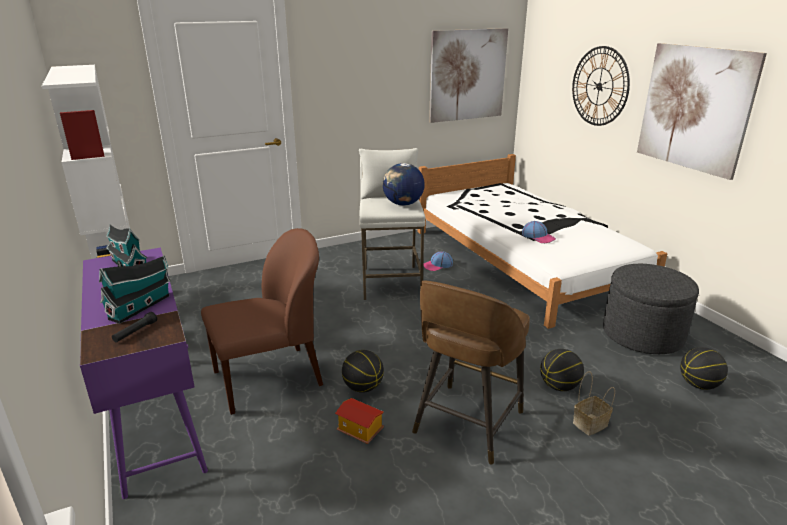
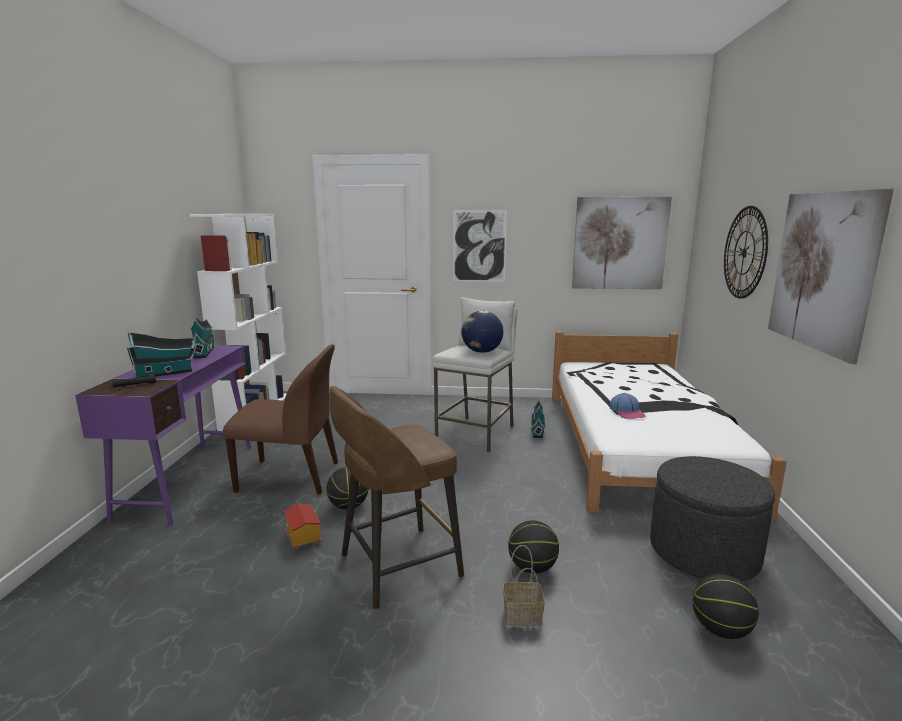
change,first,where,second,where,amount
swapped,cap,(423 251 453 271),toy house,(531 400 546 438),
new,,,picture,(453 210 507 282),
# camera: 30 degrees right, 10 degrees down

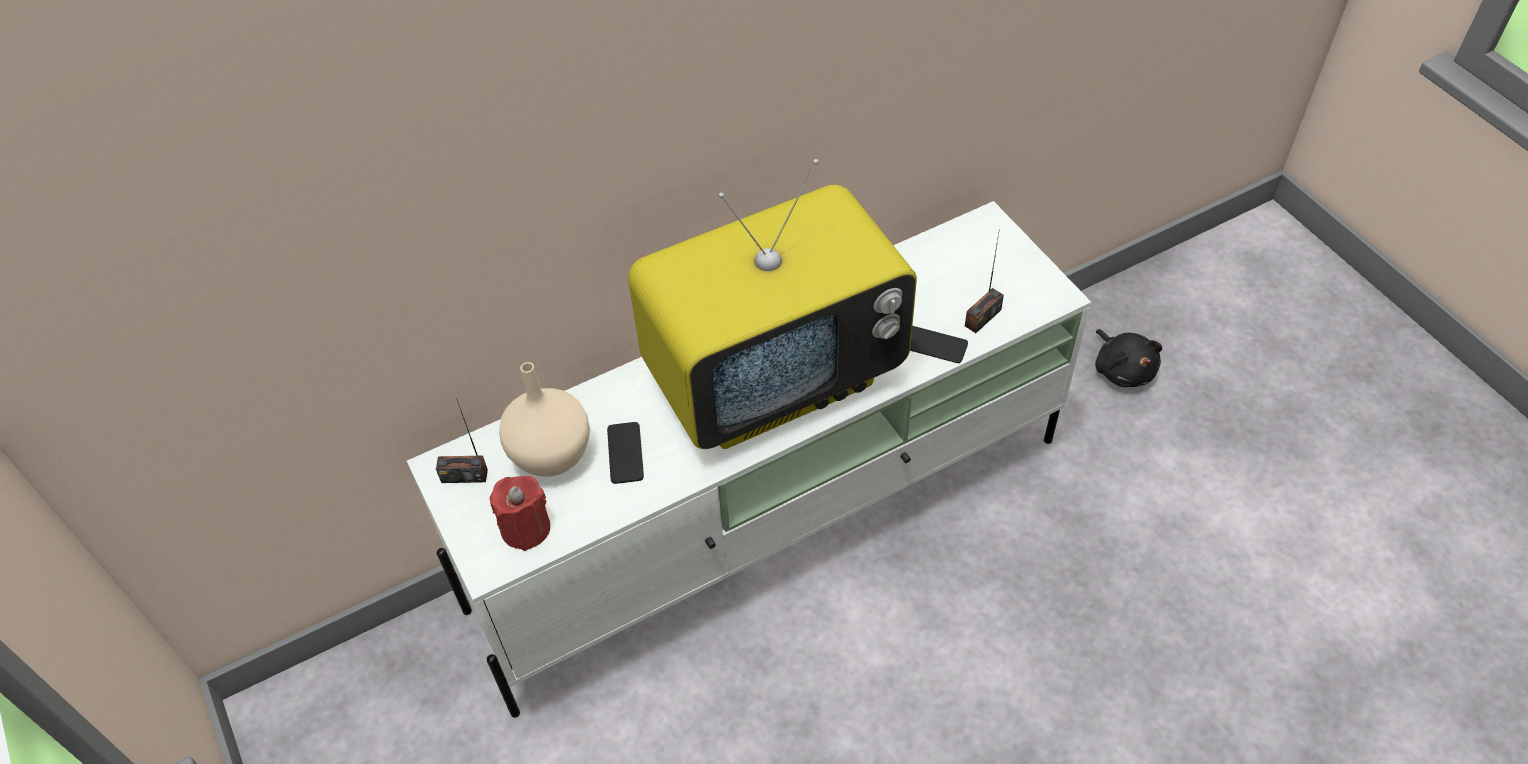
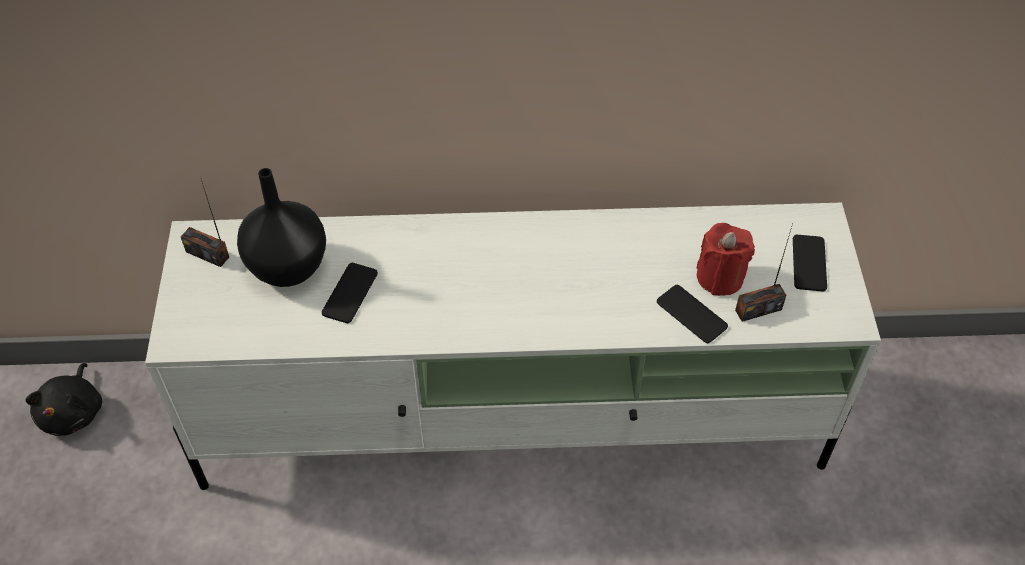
change,first,where,second,where,amount
gone,television,(628 159 917 449),,,
shifted,black plush toy,(1095 329 1162 387),,(26 363 102 436),
repainted,beige vase,(499 362 590 477),black vase,(237 168 326 287),
shifted,red candle,(489 476 550 551),,(697 223 755 296),
new,,,phone,(793 235 827 291),
# camera: 25 degrees right, 0 degrees up

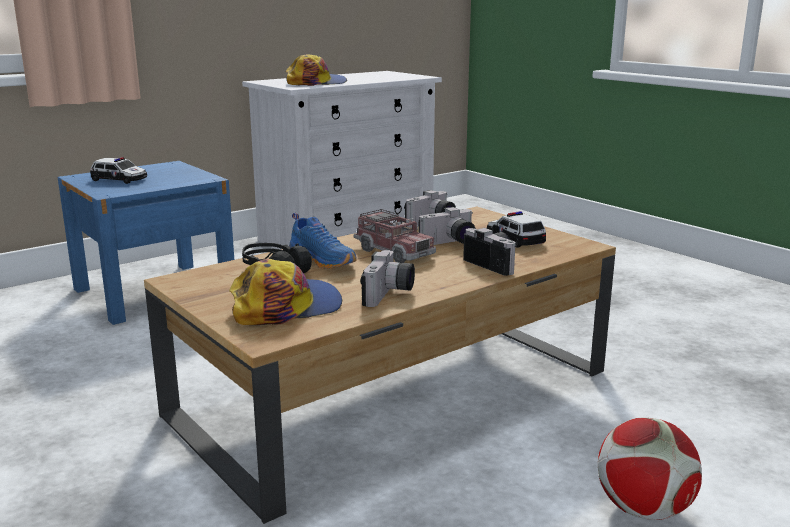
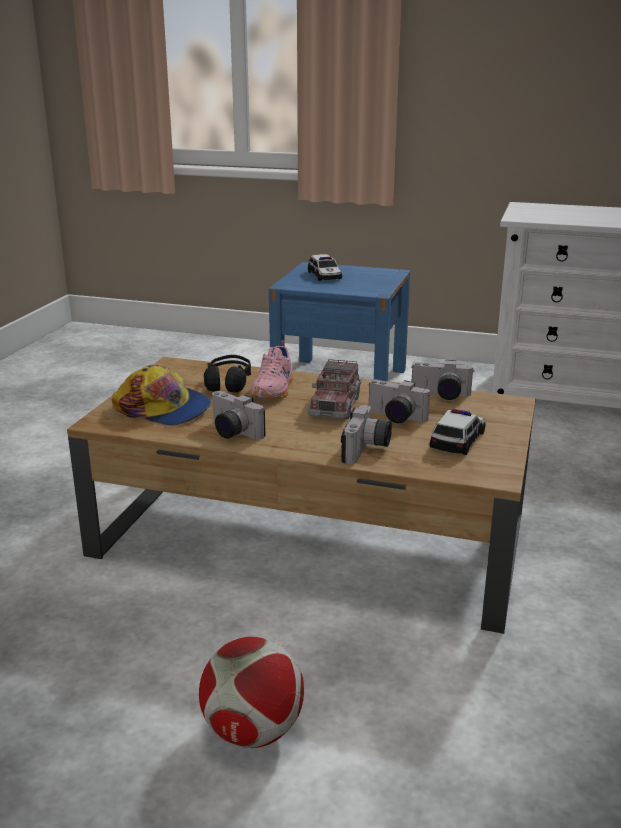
change,first,where,second,where,amount
gone,cap,(285 54 347 86),,,
repainted,blue shoe,(289 213 357 269),pink shoe,(251 340 293 398),
rotated,photo camera,(360 250 415 307),,(211 391 266 440),60 degrees clockwise
# camera: 55 degrees right, 5 degrees up

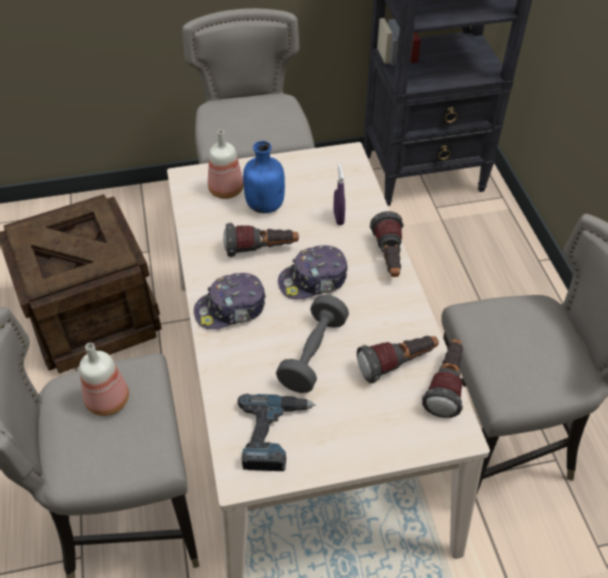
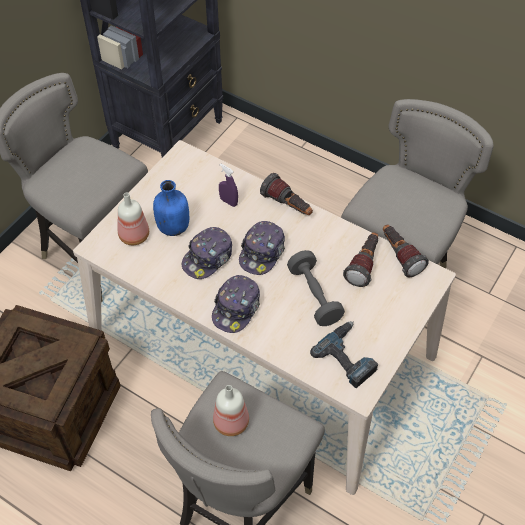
change,first,where,second,where,amount
swapped,flashlight,(223 223 299 257),cap,(182 227 232 279),
# camera: 45 degrees left, 5 degrees up

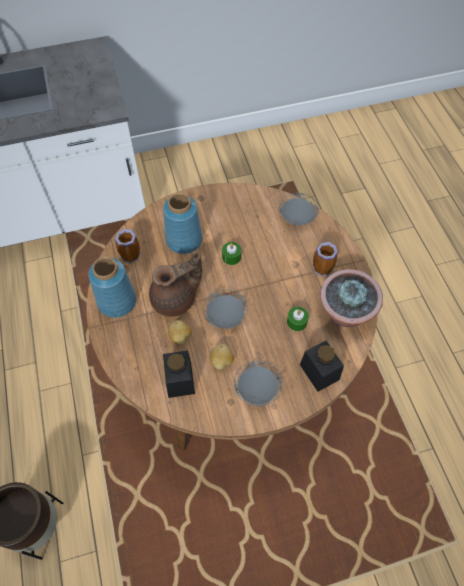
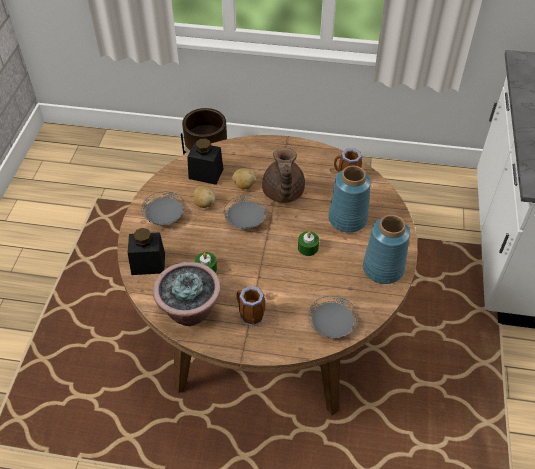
change,first,where,second,where,amount
shifted,blue vase,(88 257 136 318),,(363 215 410 284),
# camera: 115 degrees right, 10 degrees down

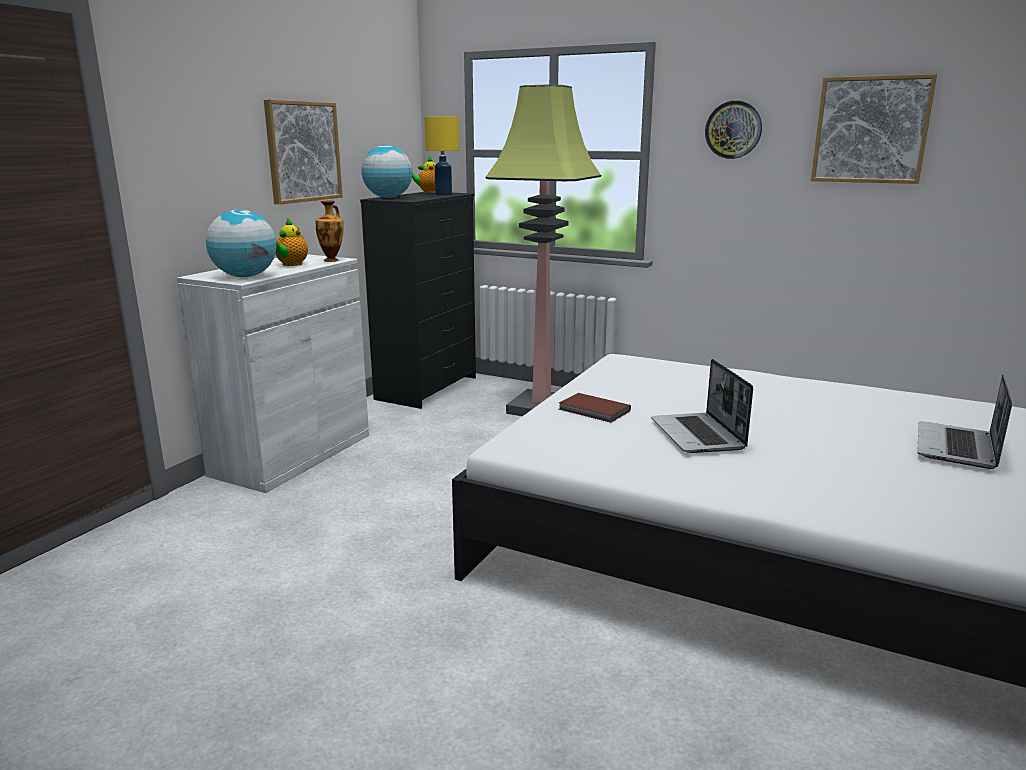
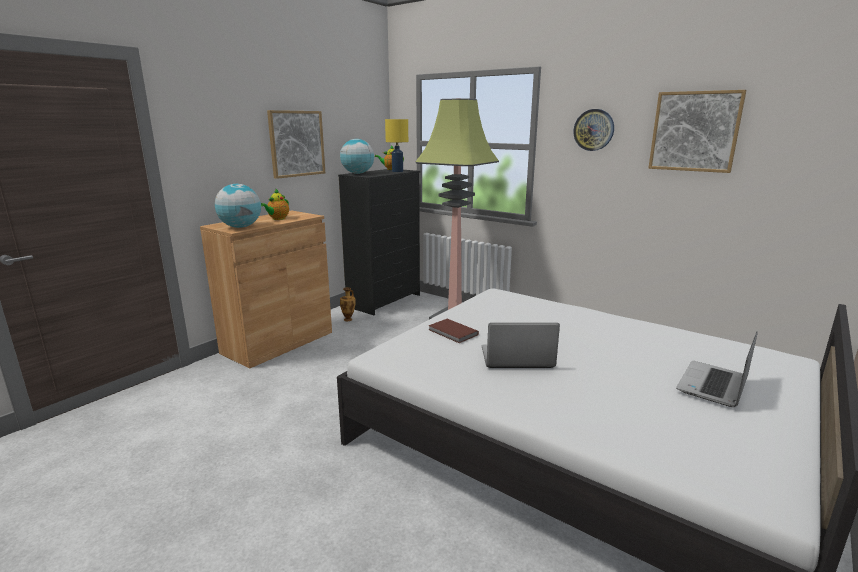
change,first,where,second,where,amount
shifted,vase,(315 200 344 262),,(340 287 356 321),
repainted,white cabinet,(177 254 369 493),brown cabinet,(200 210 332 369),
rotated,laptop,(651 359 753 453),,(482 323 560 368),90 degrees clockwise
# camera: 10 degrees right, 0 degrees up

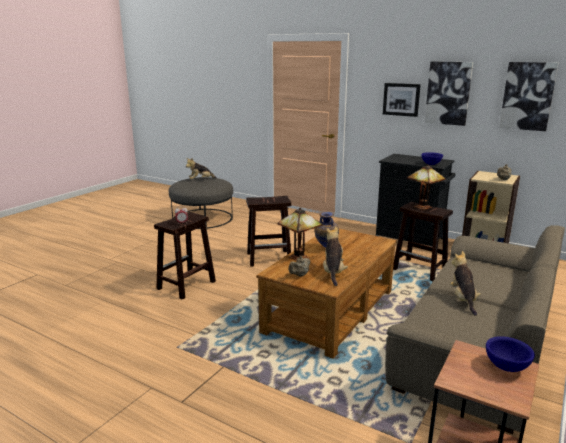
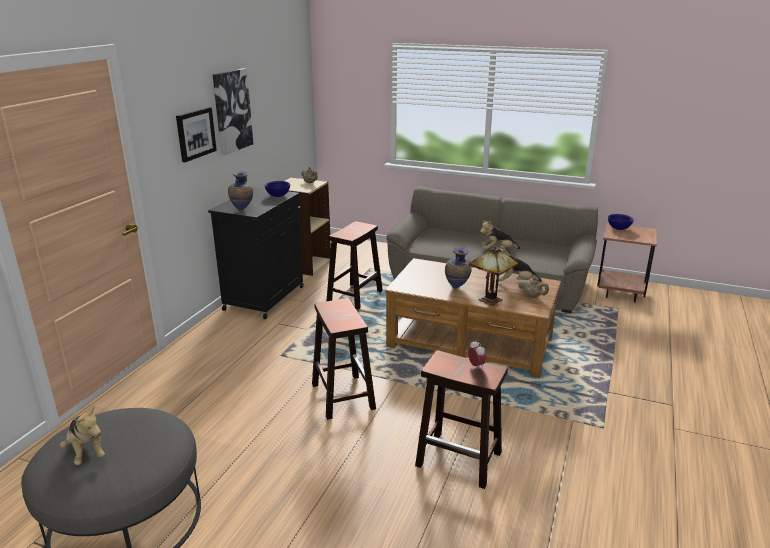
change,first,where,second,where,amount
gone,picture,(499 62 558 131),,,
gone,table lamp,(407 164 446 210),,,
new,,,vase,(228 171 253 211),
# camera: 100 degrees left, 5 degrees up

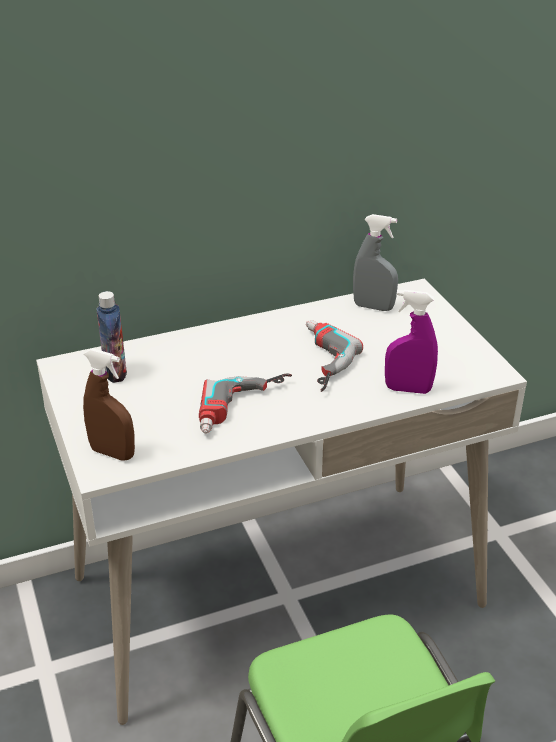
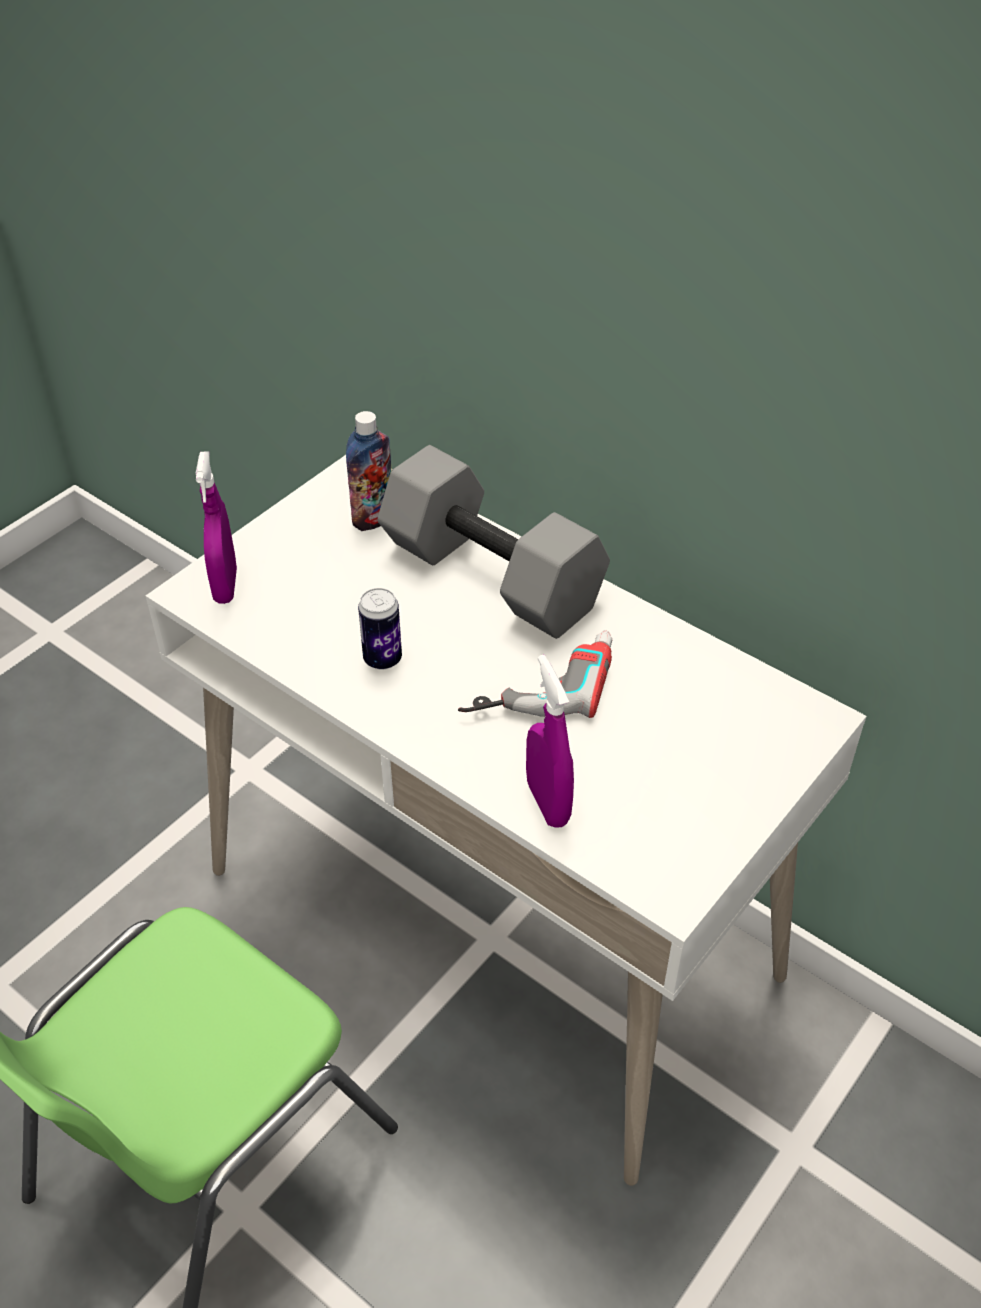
change,first,where,second,where,amount
gone,grey spray bottle,(353 214 398 311),,,
repainted,brown spray bottle,(83 348 135 461),purple spray bottle,(196 451 237 604),
swapped,power drill,(199 374 292 434),can,(358 588 402 670),
new,,,grey dumbbell,(378 445 610 639),
# camera: 60 degrees right, 10 degrees up

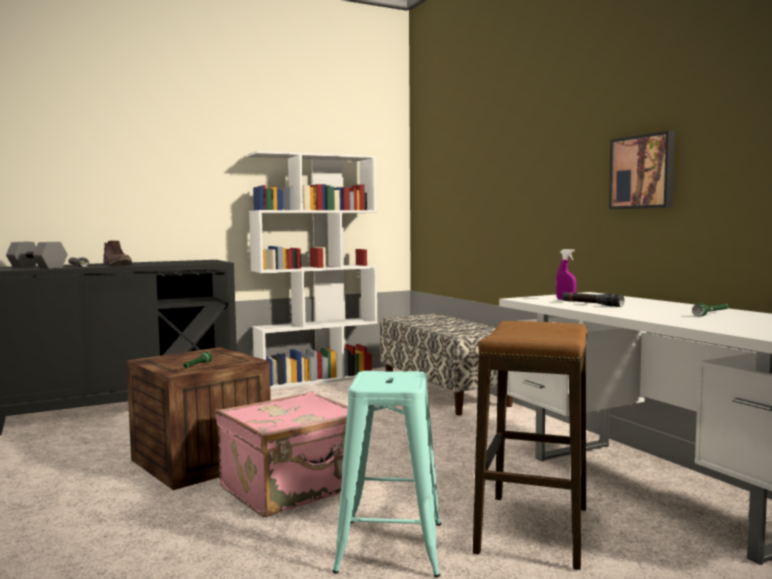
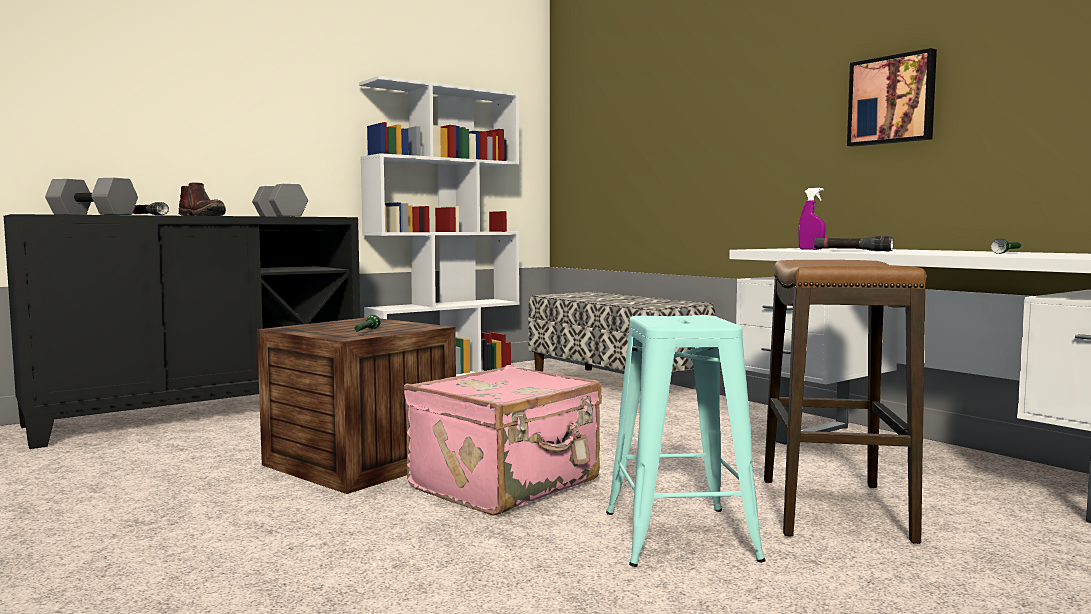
change,first,where,second,where,amount
new,,,grey dumbbell,(252 184 308 217),
# camera: 10 degrees left, 0 degrees up

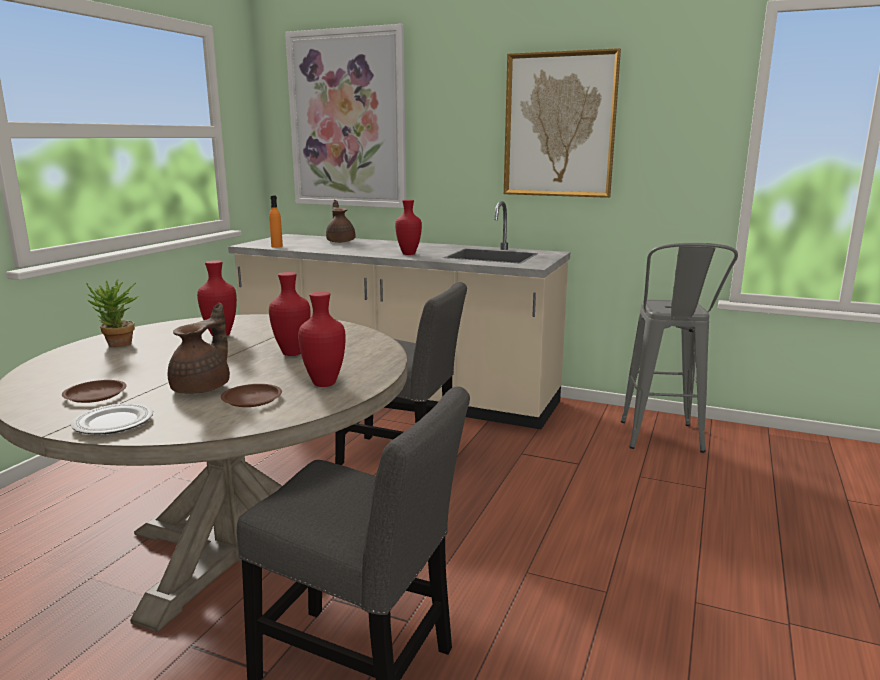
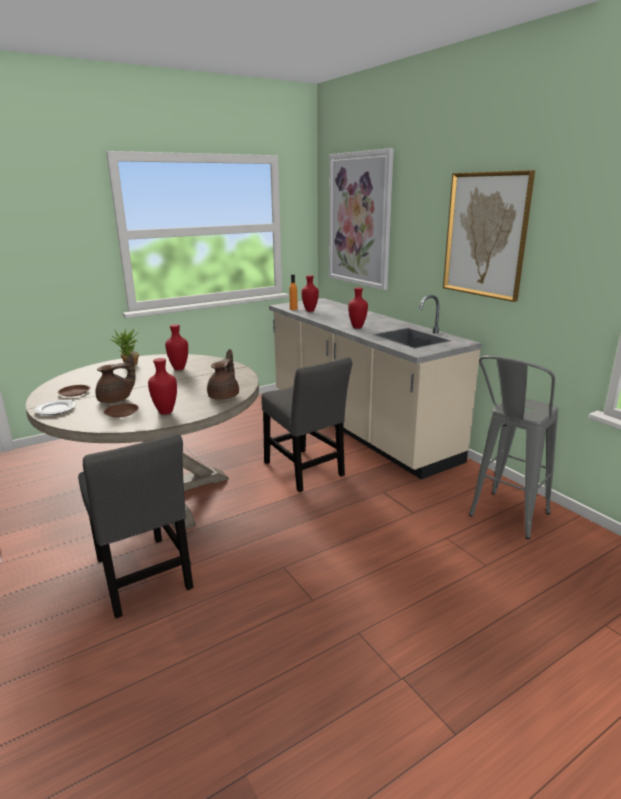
change,first,where,second,where,amount
shifted,brown teapot,(326 200 356 243),,(207 349 239 400),
shifted,red vase,(269 272 310 356),,(301 275 319 312),
# camera: 35 degrees right, 5 degrees up

